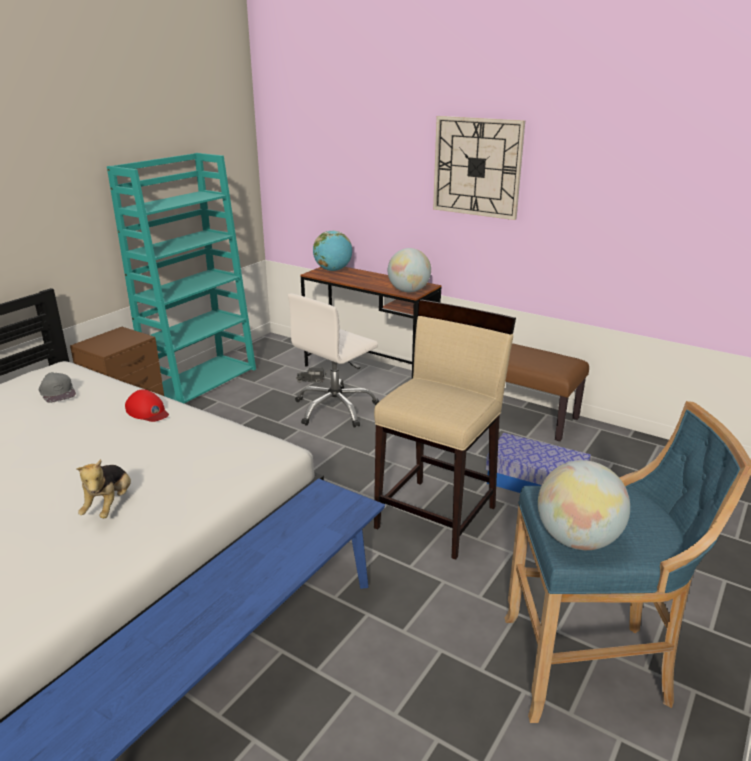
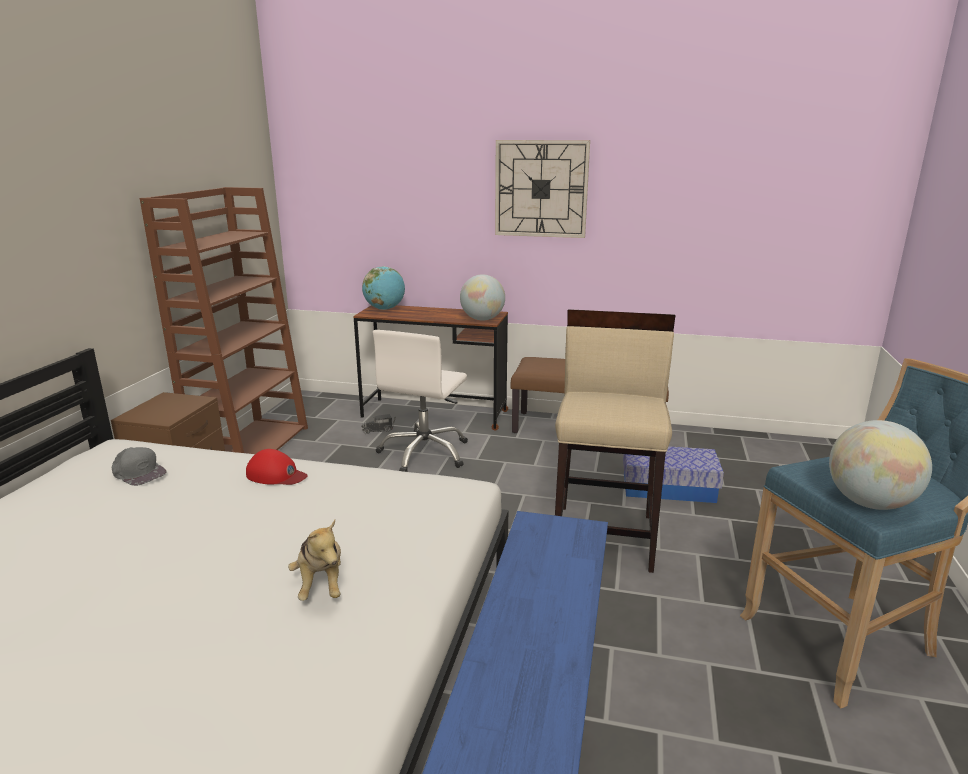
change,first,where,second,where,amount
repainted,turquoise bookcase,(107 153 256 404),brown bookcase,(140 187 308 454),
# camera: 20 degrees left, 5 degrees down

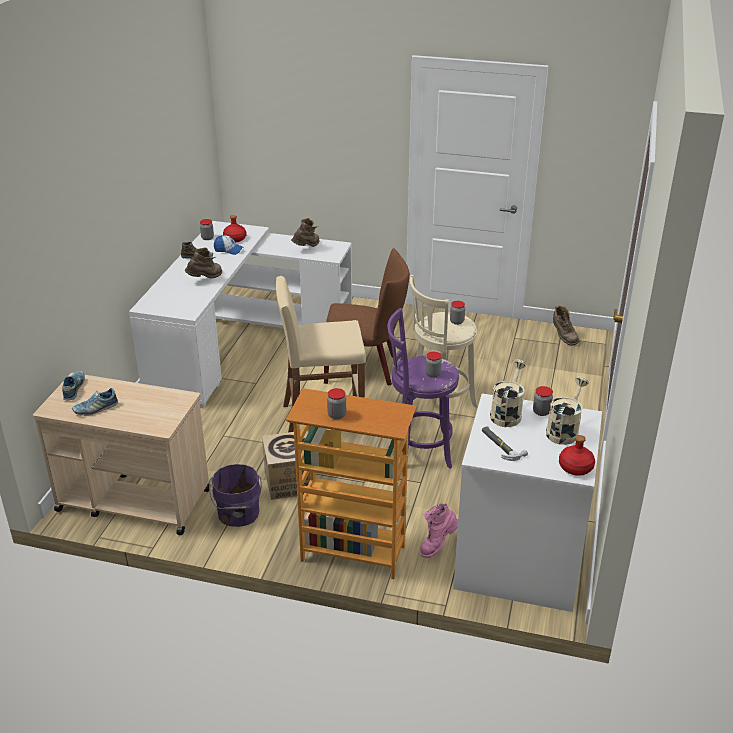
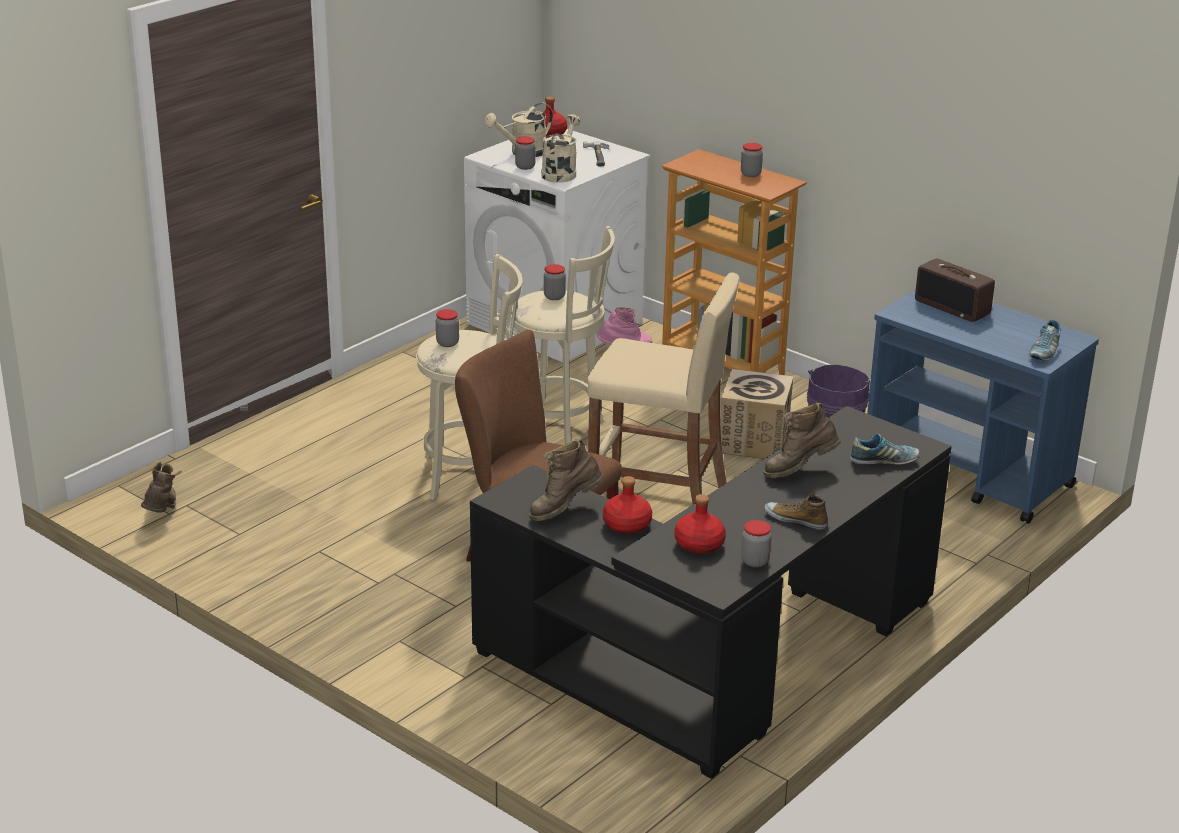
change,first,where,second,where,amount
repainted,white desk,(129 221 352 408),black desk,(470 406 952 779),
gone,cap,(214 235 244 255),,,
repainted,purple stool,(387 308 459 469),beige stool,(511 226 615 444),
rotated,beige watering can,(490 359 526 427),,(541 114 581 183),150 degrees clockwise
repainted,beige cart,(33 373 209 535),blue cart,(867 289 1099 524),
shifted,shoe,(72 388 118 416),,(850 434 920 465),
new,,,radio,(915 259 995 322),
new,,,red bottle,(603 476 652 534),
# camera: 155 degrees left, 5 degrees down

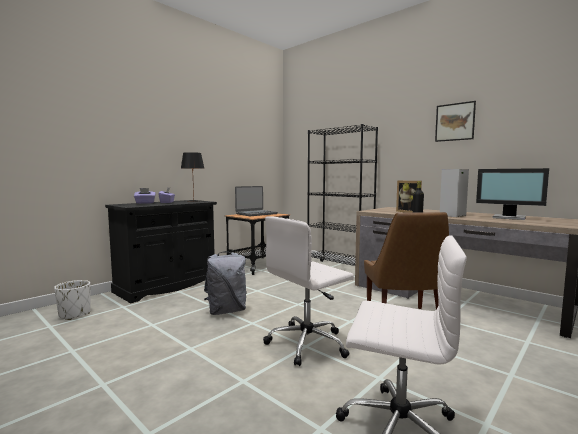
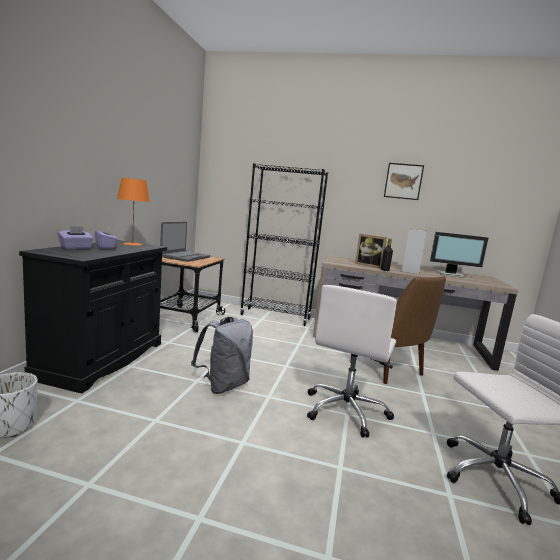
change,first,where,second,where,amount
repainted,black table lamp,(181 152 204 202),orange table lamp,(117 178 150 246),
# camera: 30 degrees left, 5 degrees up

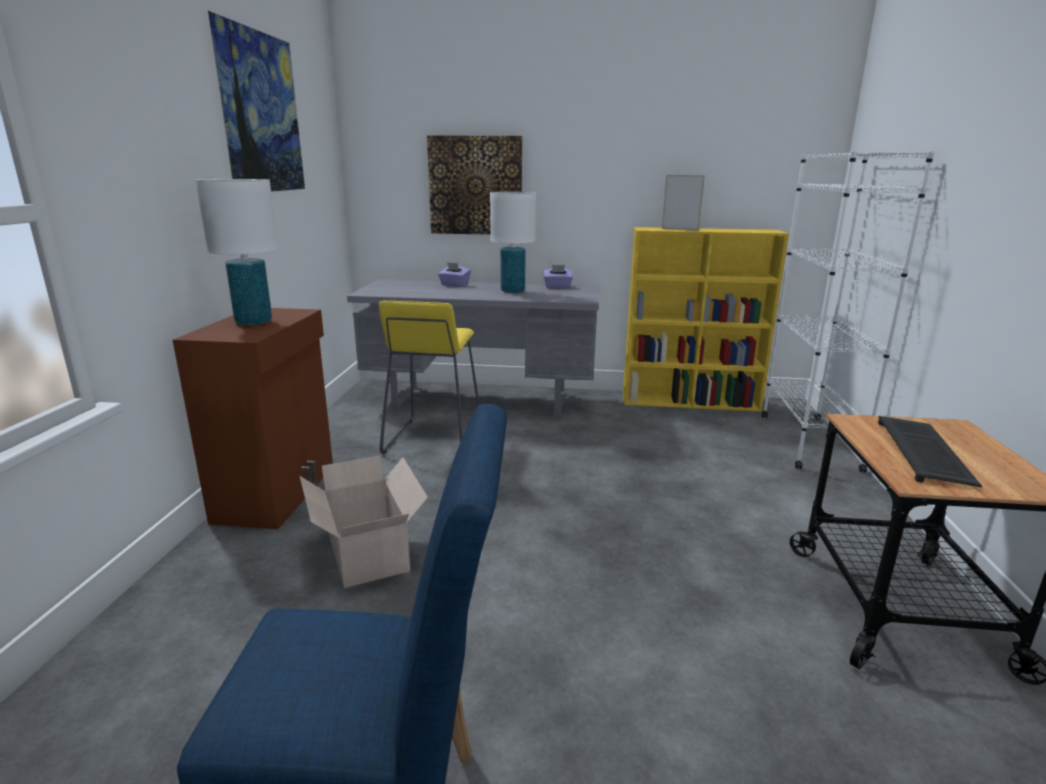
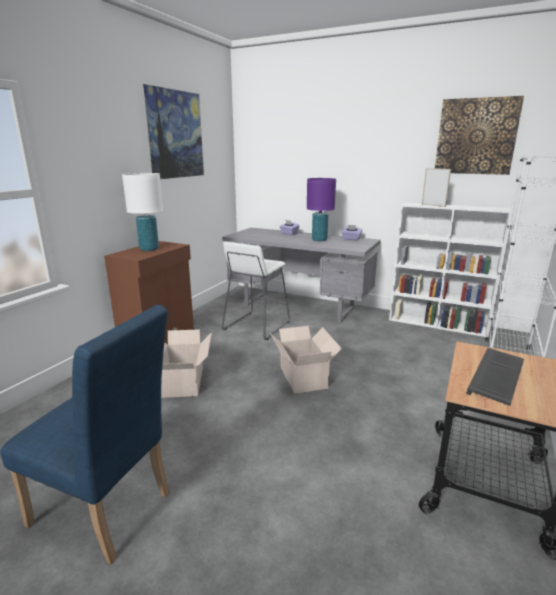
change,first,where,second,where,amount
shifted,picture,(427 135 522 235),,(435 96 524 175),
repainted,white table lamp,(490 192 536 293),purple table lamp,(307 178 336 241),
repainted,yellow bookcase,(623 227 789 412),white bookcase,(389 202 511 337),
repainted,yellow stool,(379 300 480 454),white stool,(222 242 290 340),
new,,,cardboard box,(270 326 342 394),
# camera: 20 degrees right, 0 degrees up

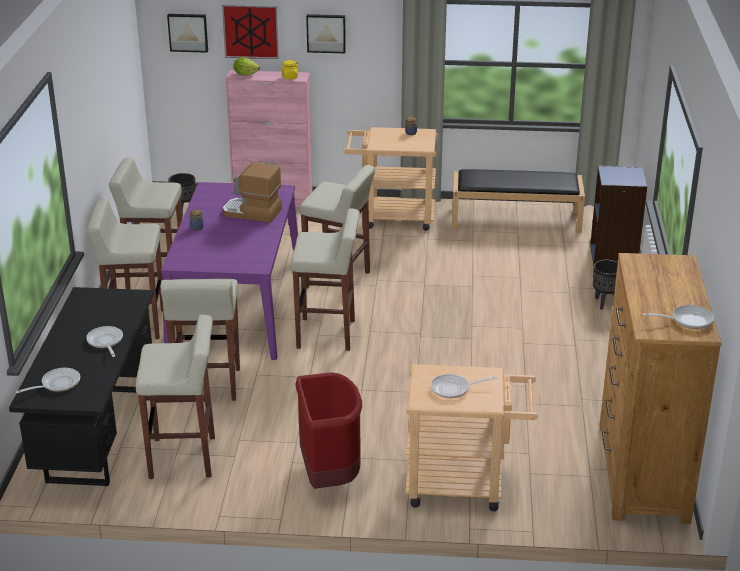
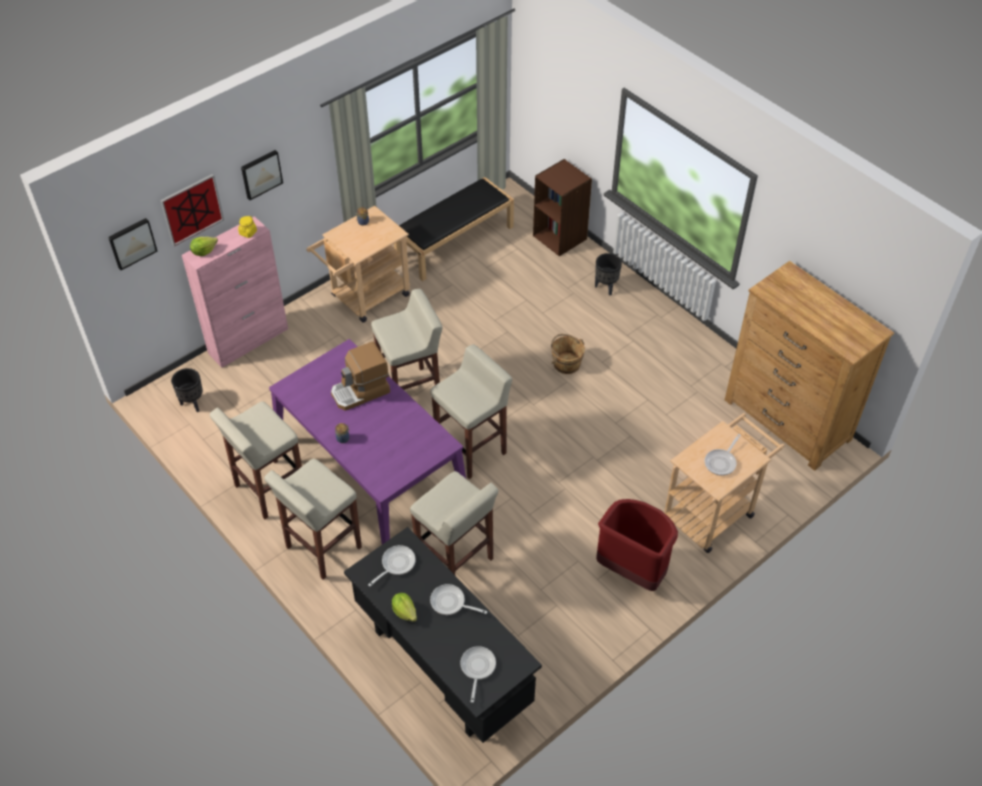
change,first,where,second,where,amount
repainted,blue bookcase,(590 165 647 267),brown bookcase,(533 159 592 256),
shifted,frying pan,(643 305 714 329),,(368 545 416 586),
gone,beige stool,(136 315 215 479),,,
new,,,brown bucket,(551 334 585 374),
new,,,lettuce,(392 593 417 622),
# camera: 45 degrees left, 20 degrees up

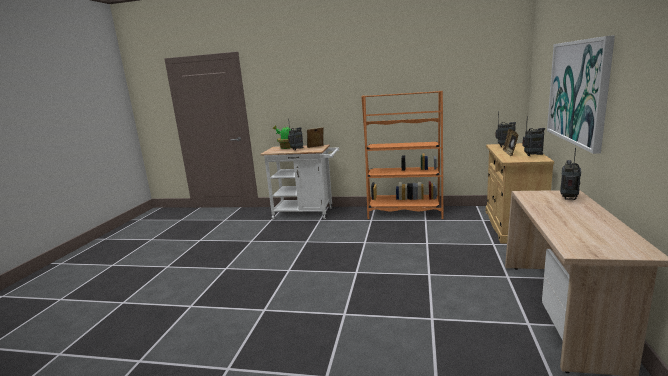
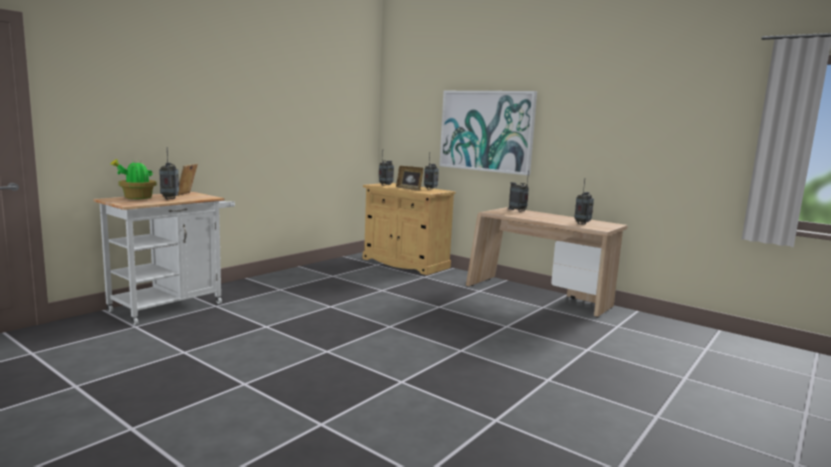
change,first,where,second,where,amount
gone,orange bookcase,(362 91 443 219),,,
new,,,radio,(574 179 594 225),
# camera: 65 degrees left, 5 degrees down

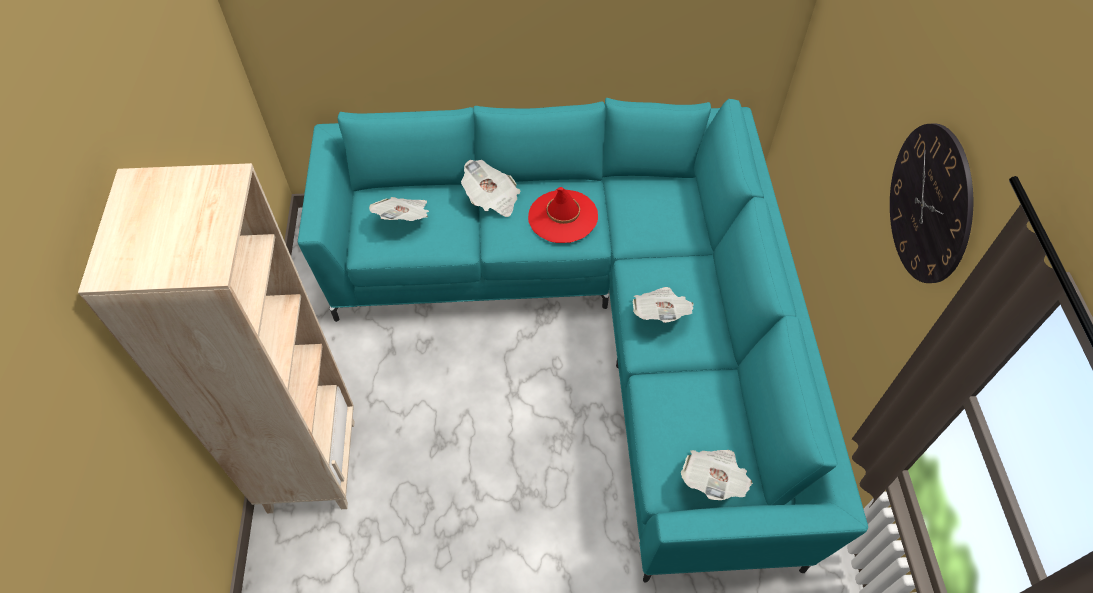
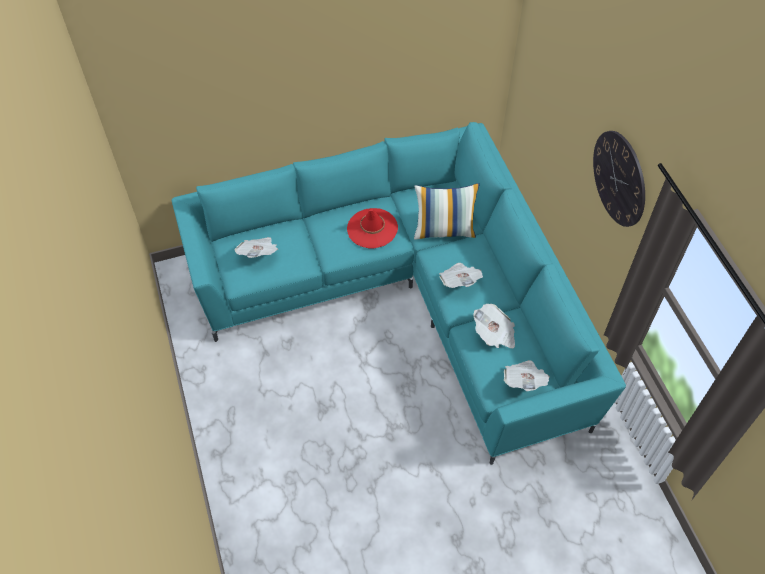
change,first,where,second,where,amount
shifted,newspaper,(461 160 520 217),,(473 304 515 349),
gone,beige bookcase,(78 163 355 513),,,
new,,,pillow,(414 183 480 240),
# camera: 15 degrees left, 0 degrees up

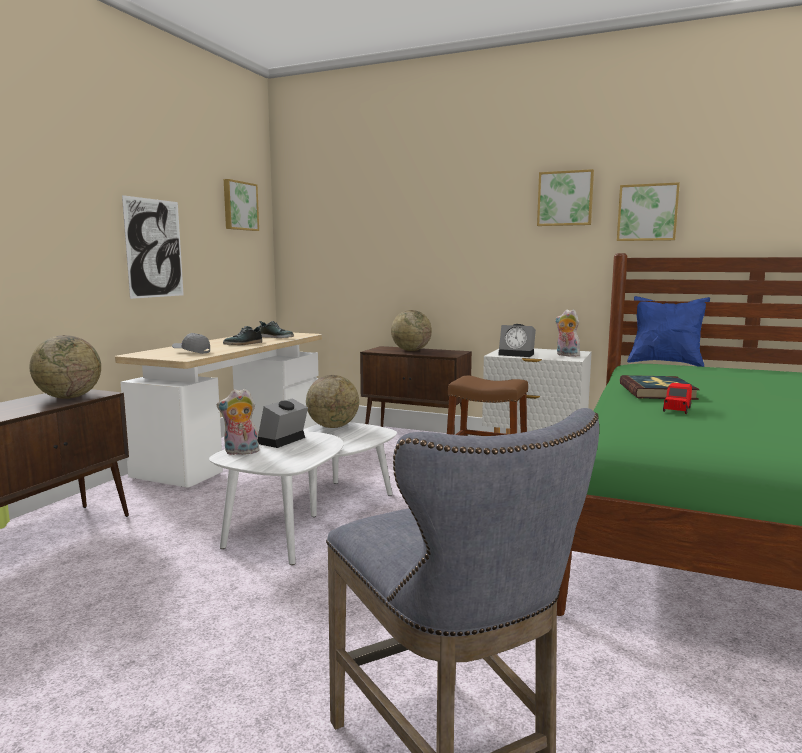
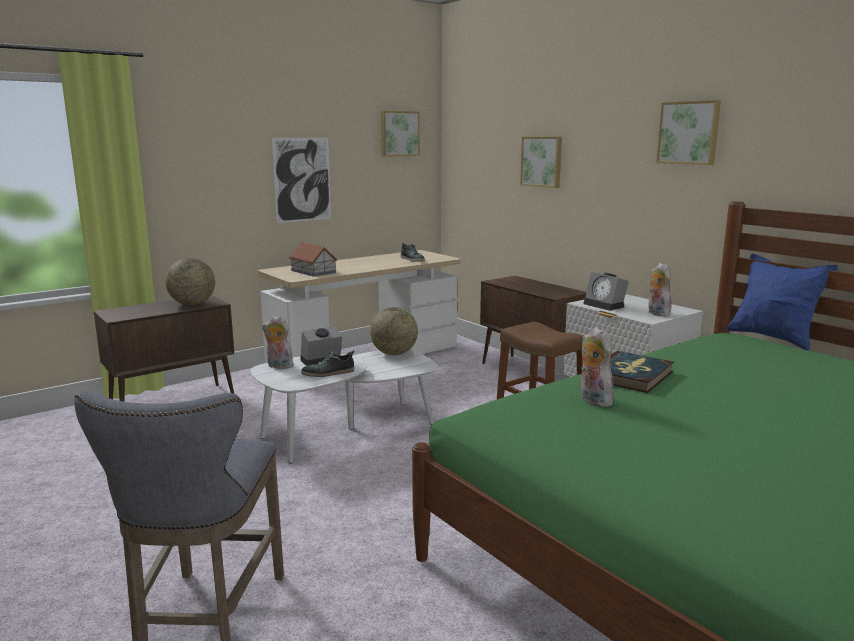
change,first,where,second,where,amount
shifted,picture,(617 182 680 241),,(520 137 562 188),
gone,globe,(391 310 432 351),,,
shifted,shoe,(223 325 262 345),,(301 350 354 377),
swapped,grey cap,(172 333 210 354),toy house,(289 242 337 277),
swapped,red toy car,(663 383 692 414),plush toy,(581 327 614 407),
# camera: 30 degrees right, 5 degrees up

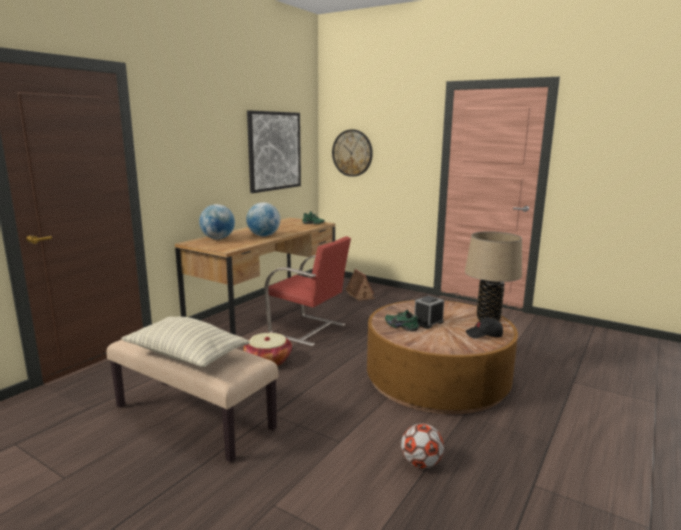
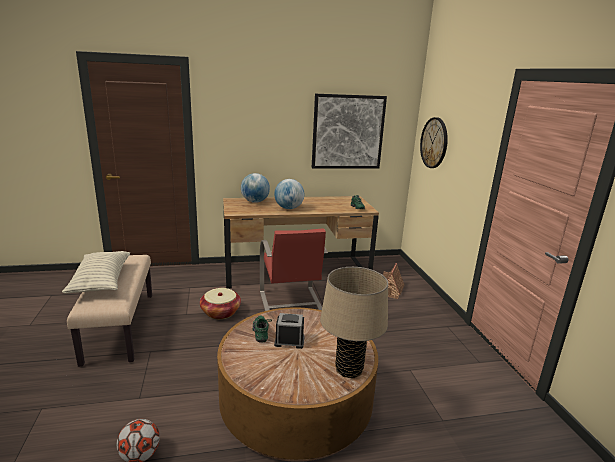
change,first,where,second,where,amount
gone,black cap,(466 317 503 338),,,
# camera: 45 degrees right, 5 degrees up

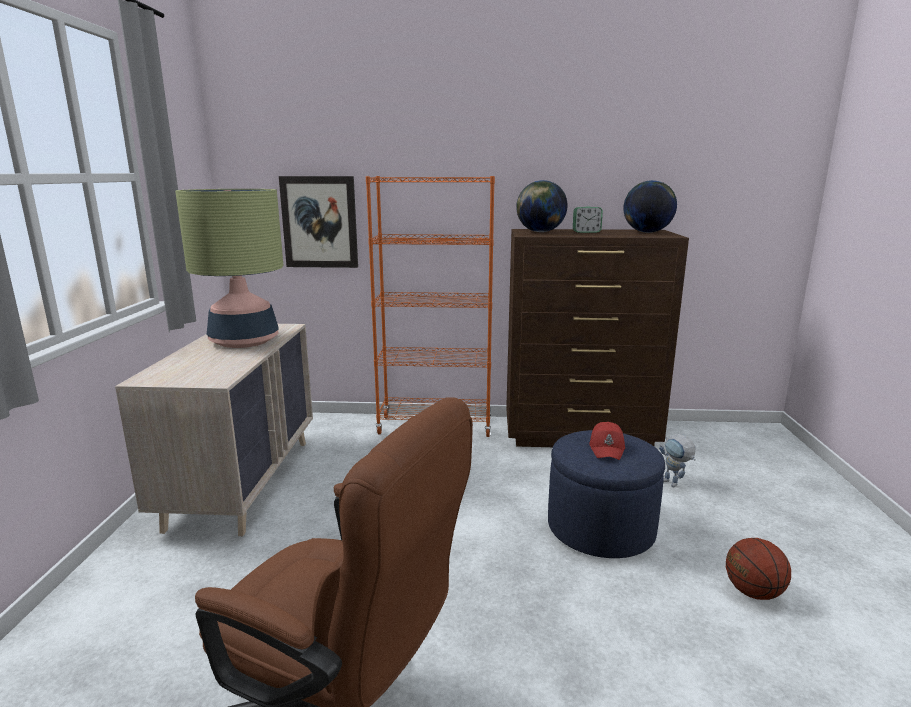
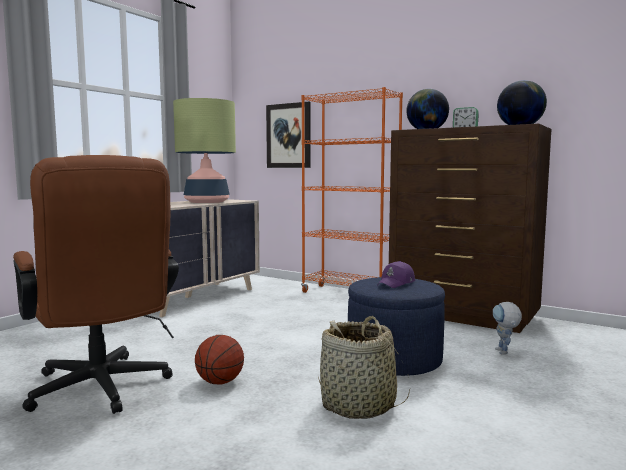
change,first,where,second,where,amount
repainted,red cap,(589 422 625 460),purple cap,(378 261 415 288),
shifted,basketball,(726 538 791 600),,(195 335 244 384),
new,,,basket,(318 316 410 419),
# camera: 30 degrees right, 10 degrees down

